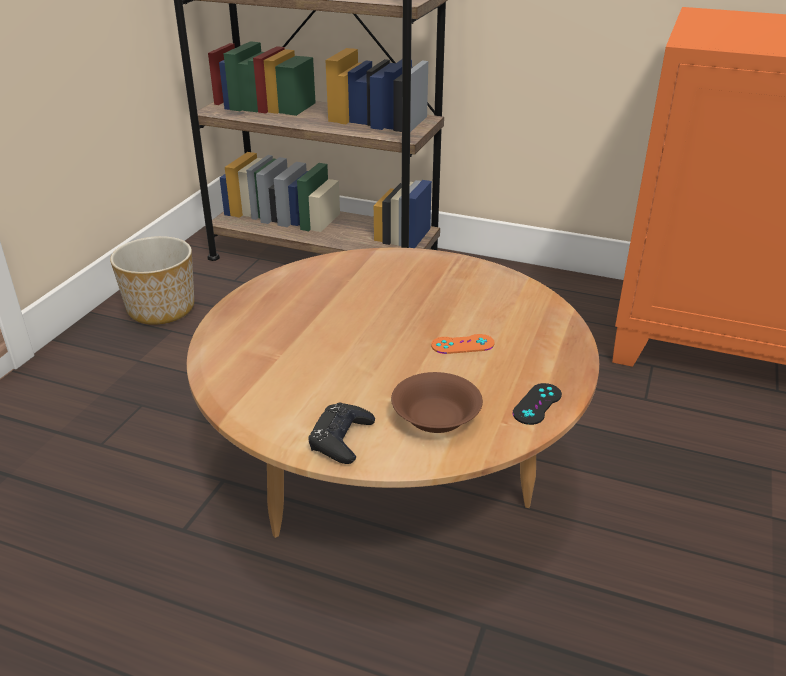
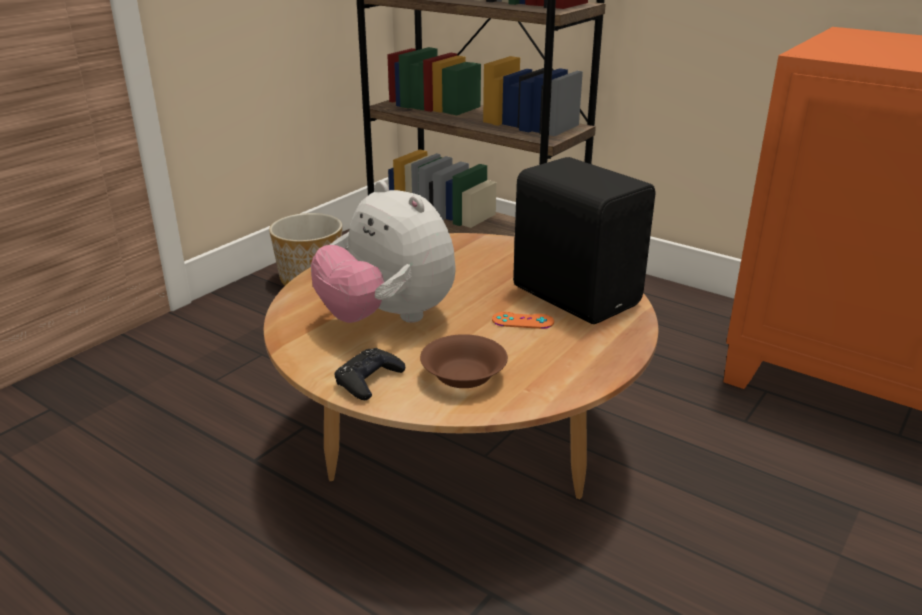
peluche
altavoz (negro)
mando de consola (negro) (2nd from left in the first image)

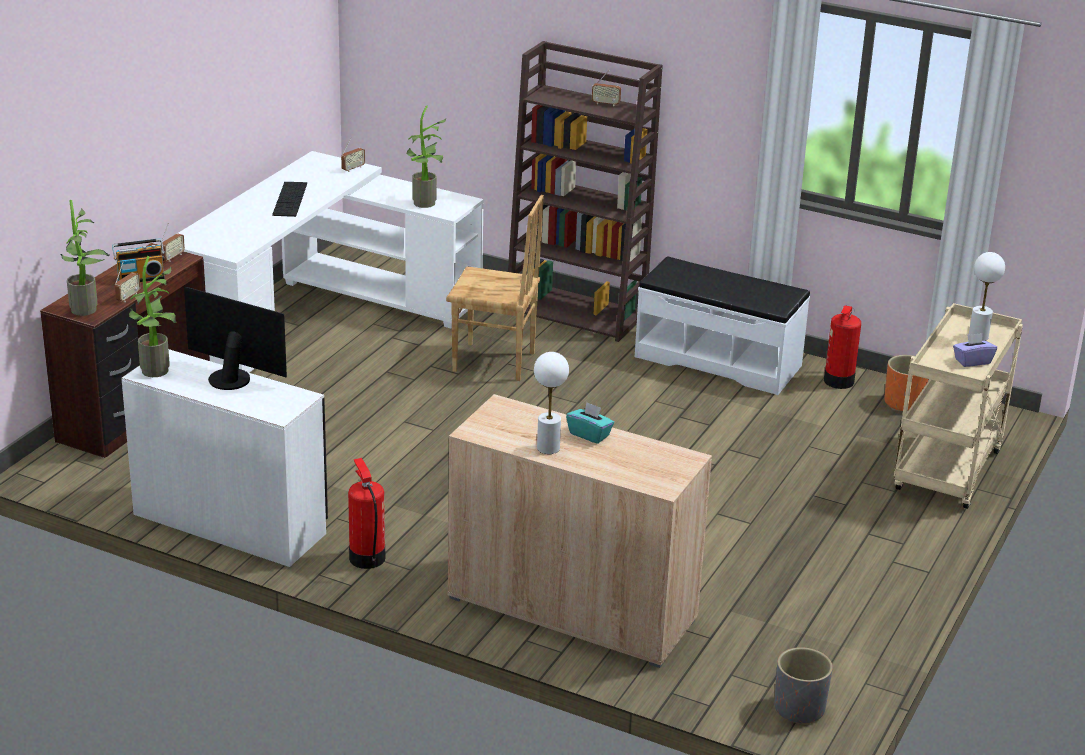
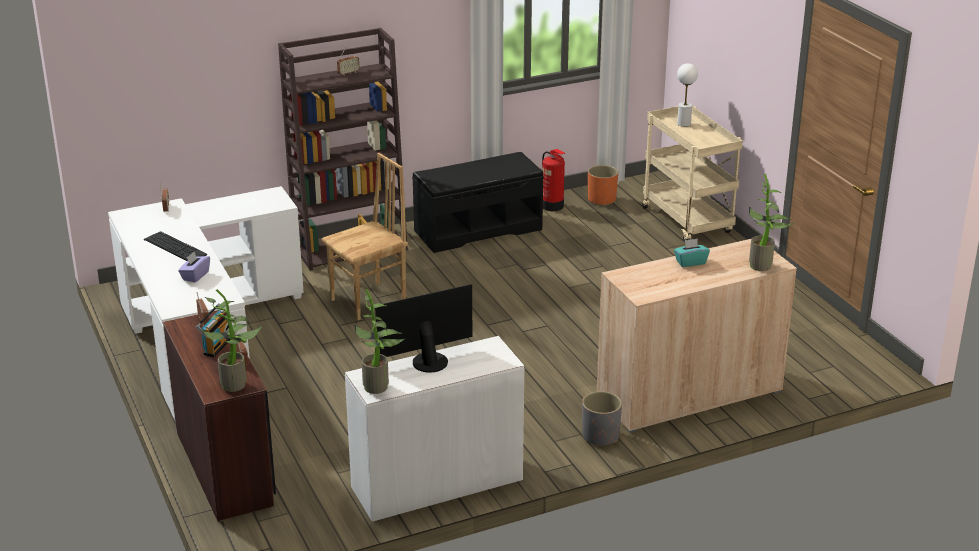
caja de pañuelos (morado)
banco (negro)
maceta (gris)
planta en maceta (3rd from left)
extintor (1st from left in the first image)
lámpara de mesa (blanco) (1st from left in the first image)

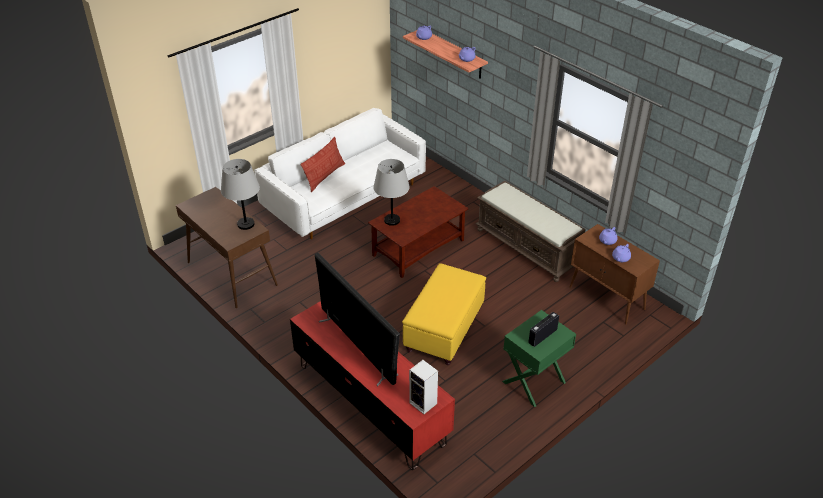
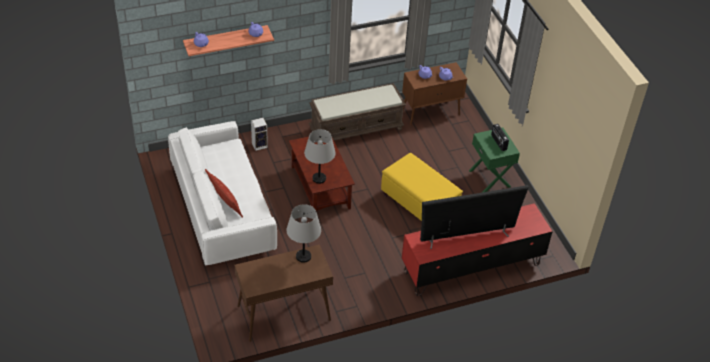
altavoz

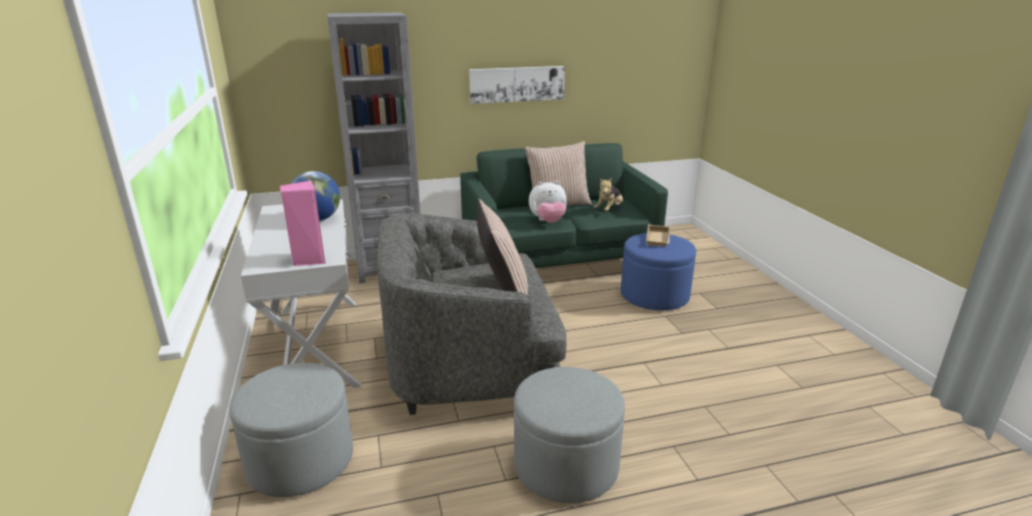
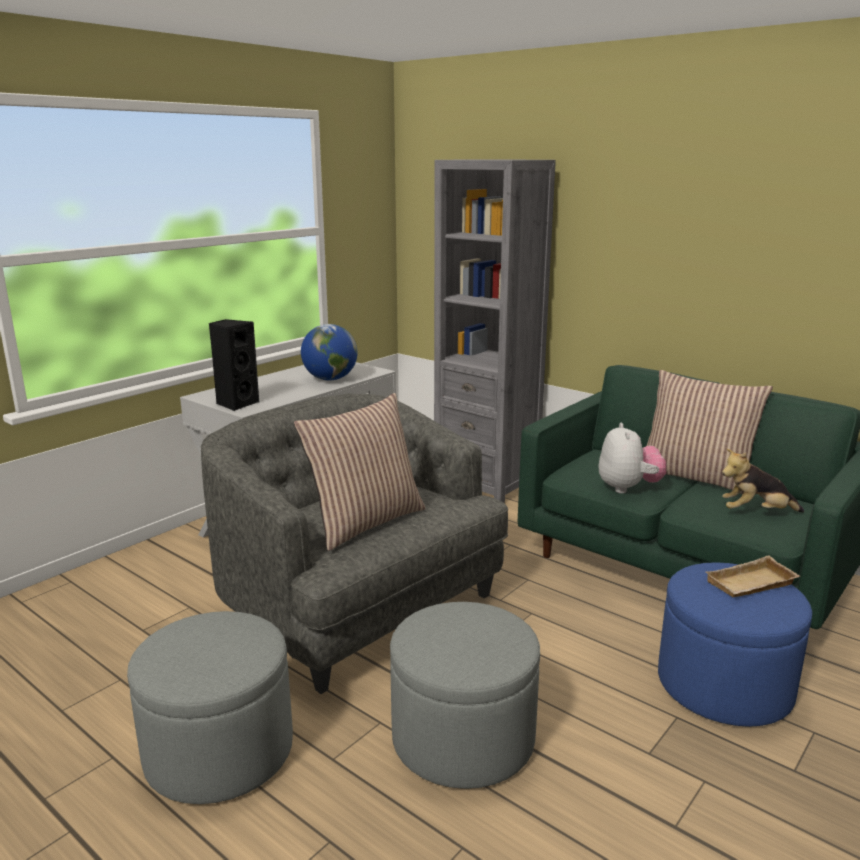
altavoz (negro)
puf (gris) (2nd from left)
peluche (1st from left)
cuadro

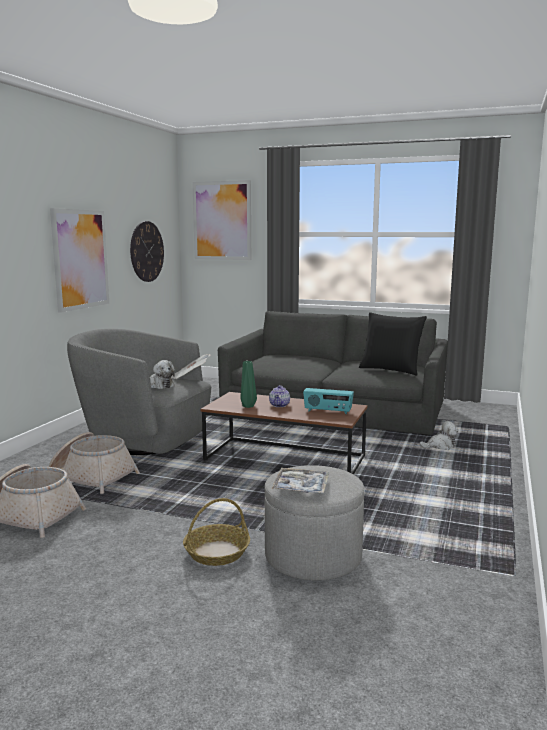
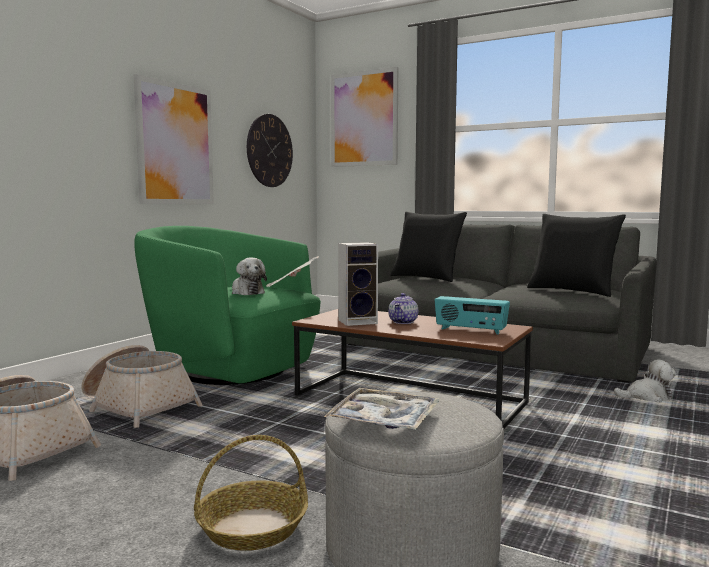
sillón (verde)
altavoz
cojín (negro) (1st from left)

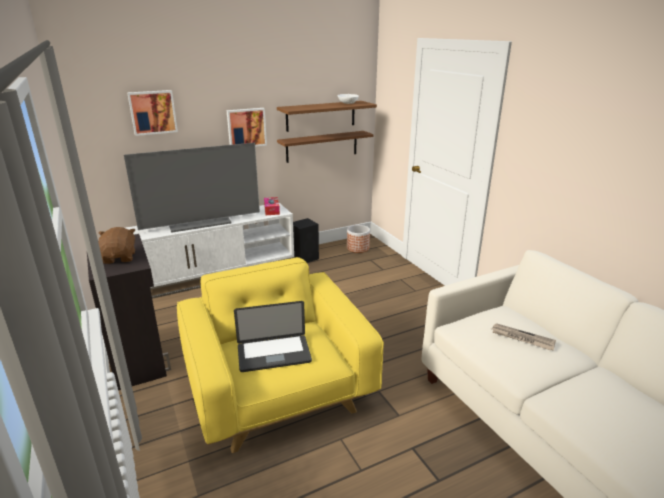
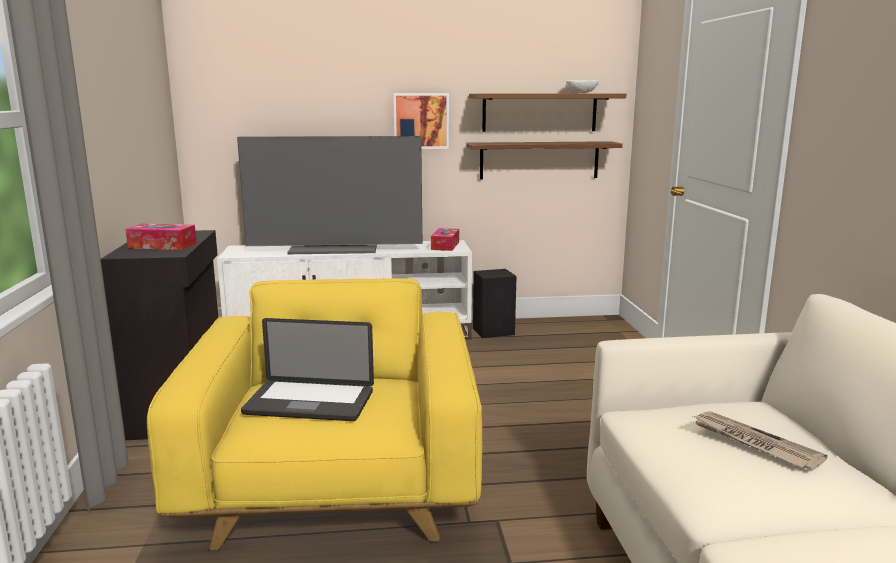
caja de pañuelos (1st from left)
cuadro (1st from left in the first image)
maceta

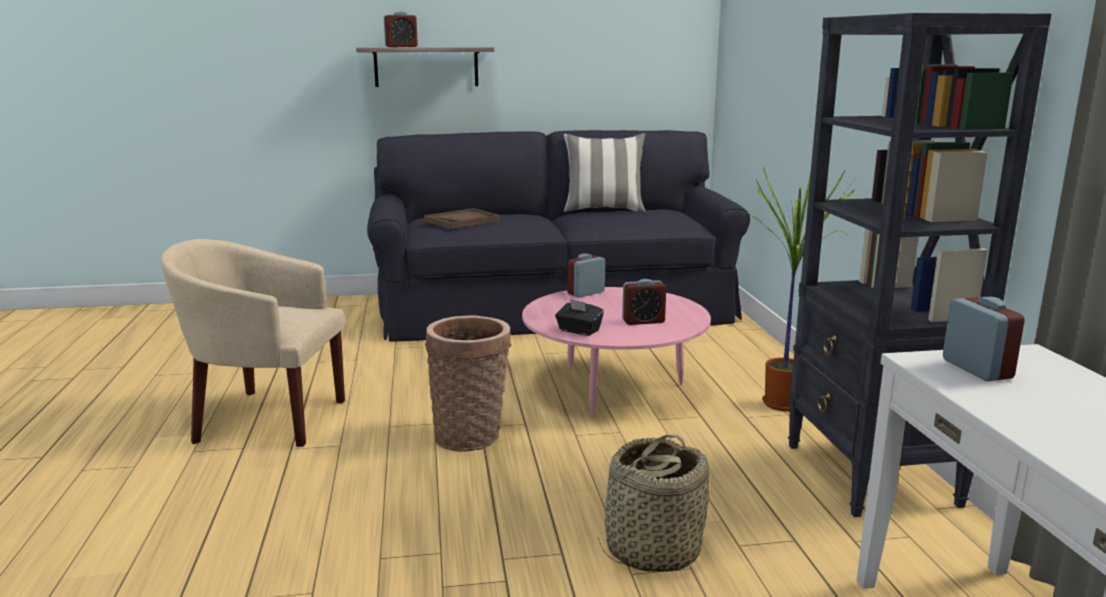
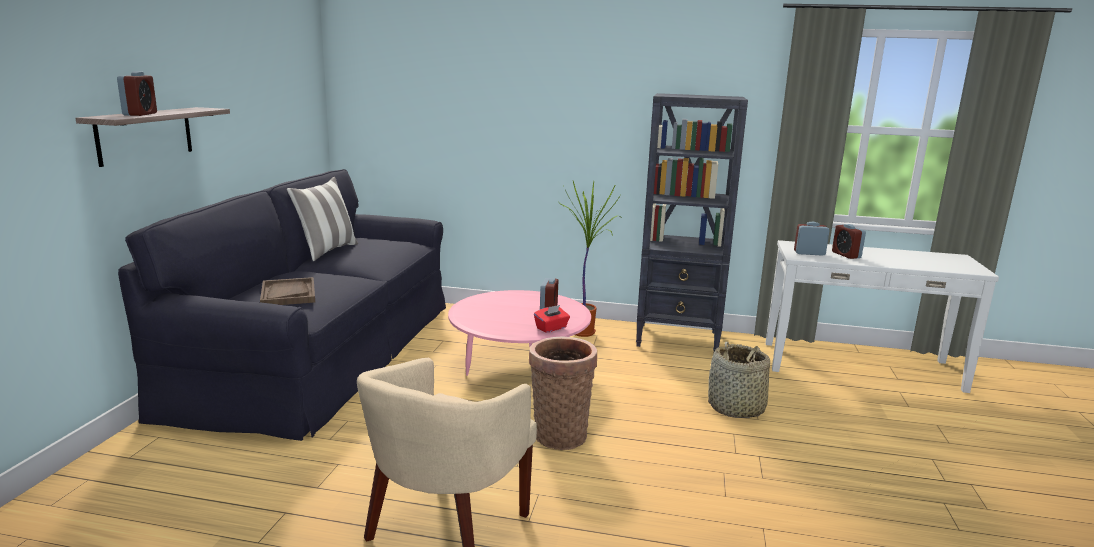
caja de pañuelos (rojo)
despertador (4th from left)

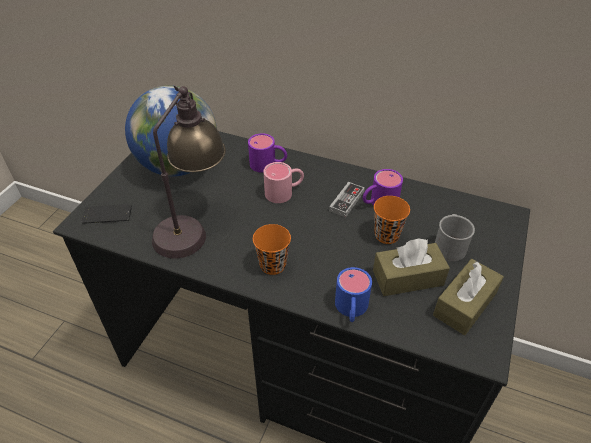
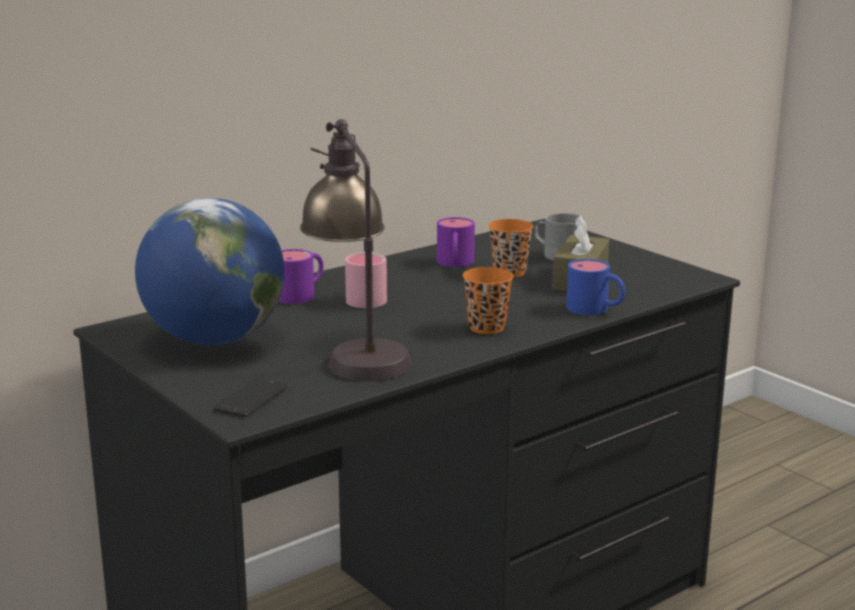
mando de consola
caja de pañuelos (marrón) (2nd from left in the first image)

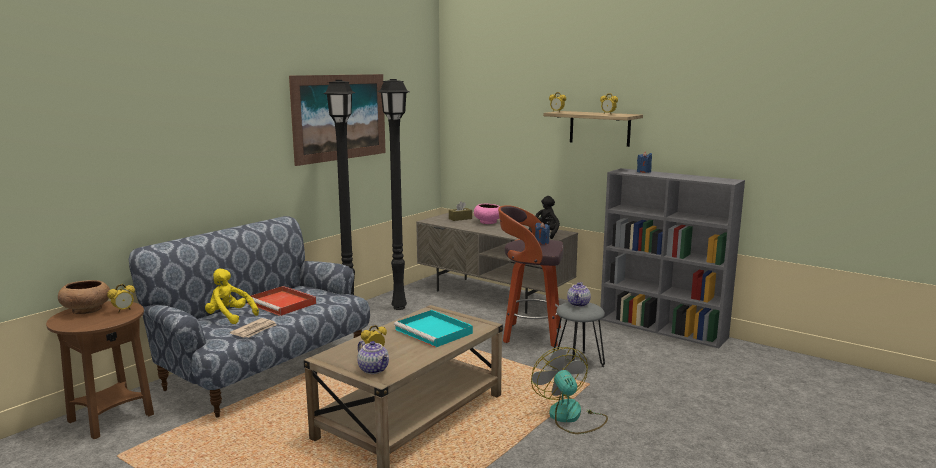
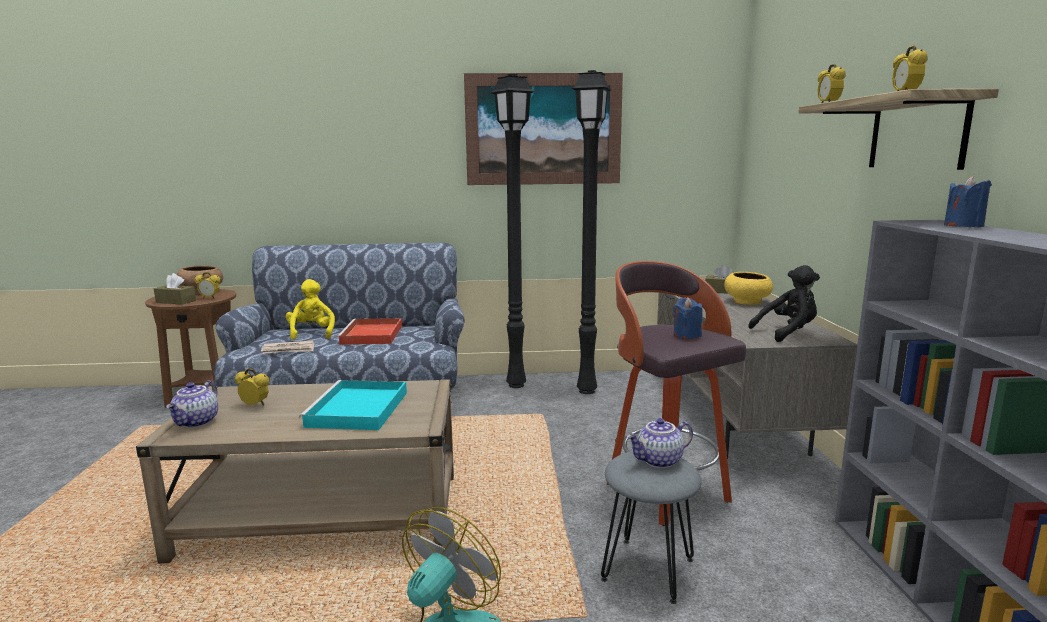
caja de pañuelos (marrón) (1st from left)
cuenco (amarillo)

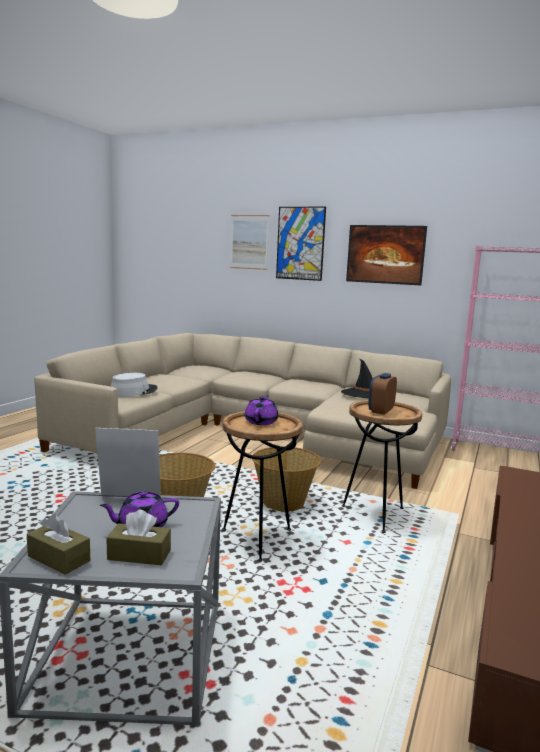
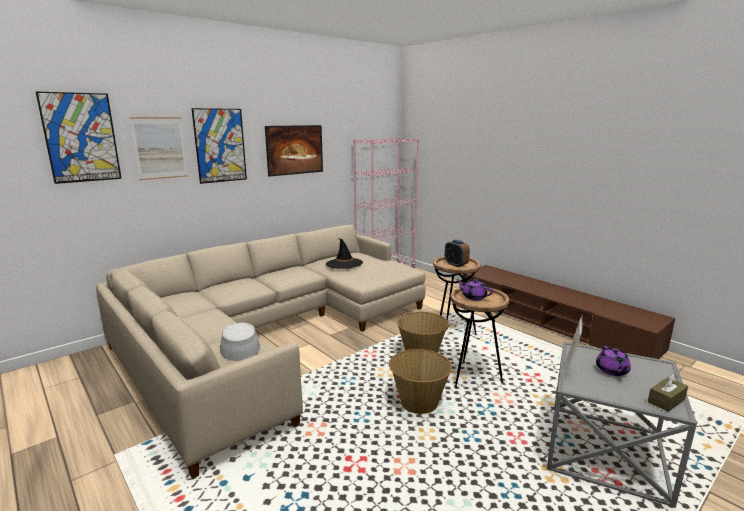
cuadro (1st from left)
caja de pañuelos (marrón) (2nd from left in the first image)

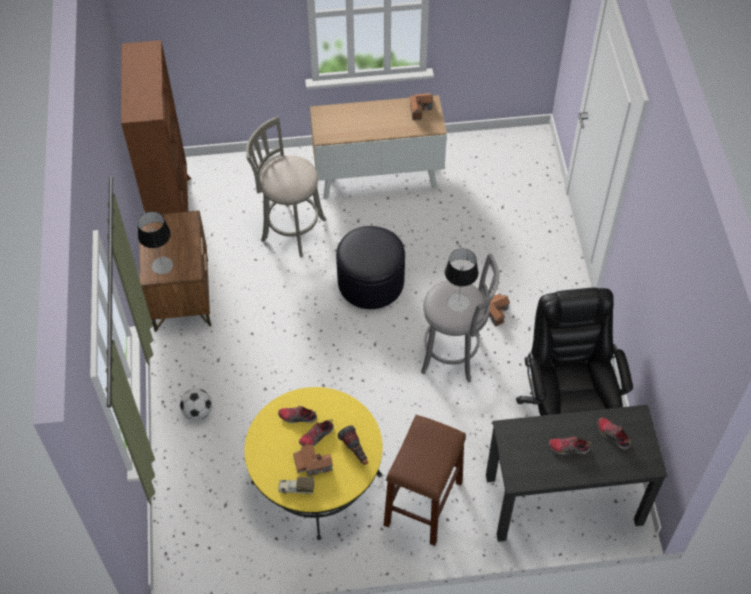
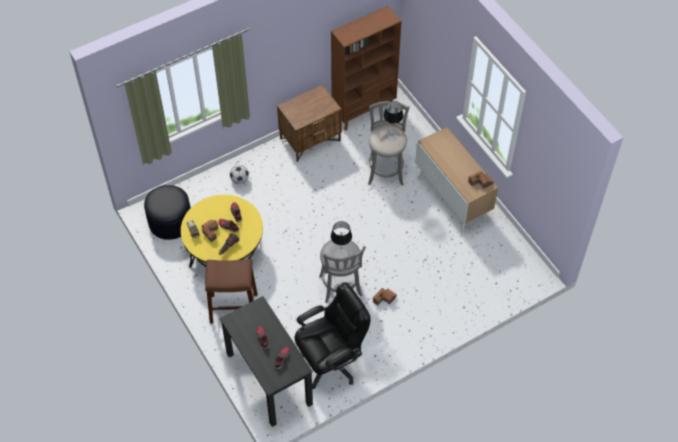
puf (negro)
lámpara de mesa (2nd from left)

